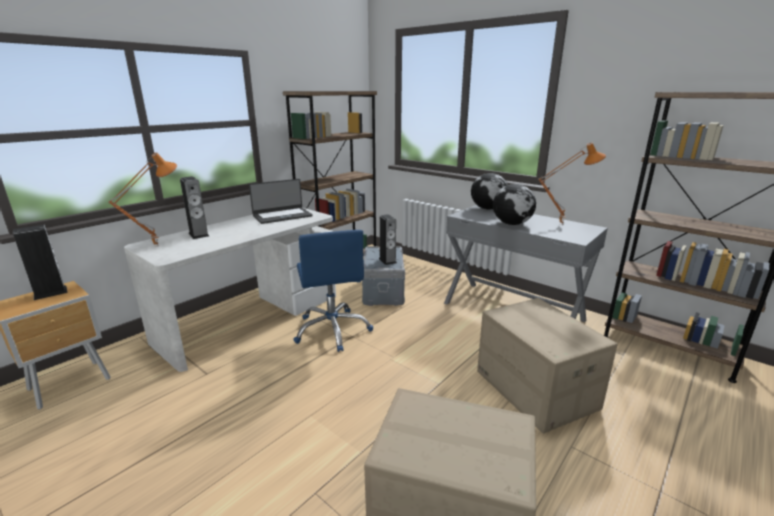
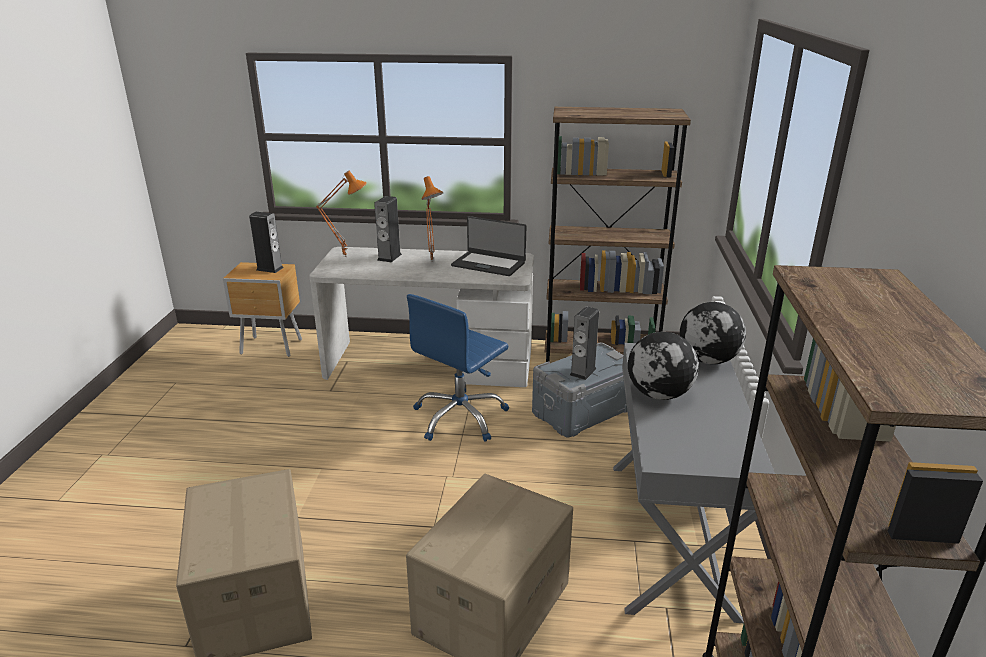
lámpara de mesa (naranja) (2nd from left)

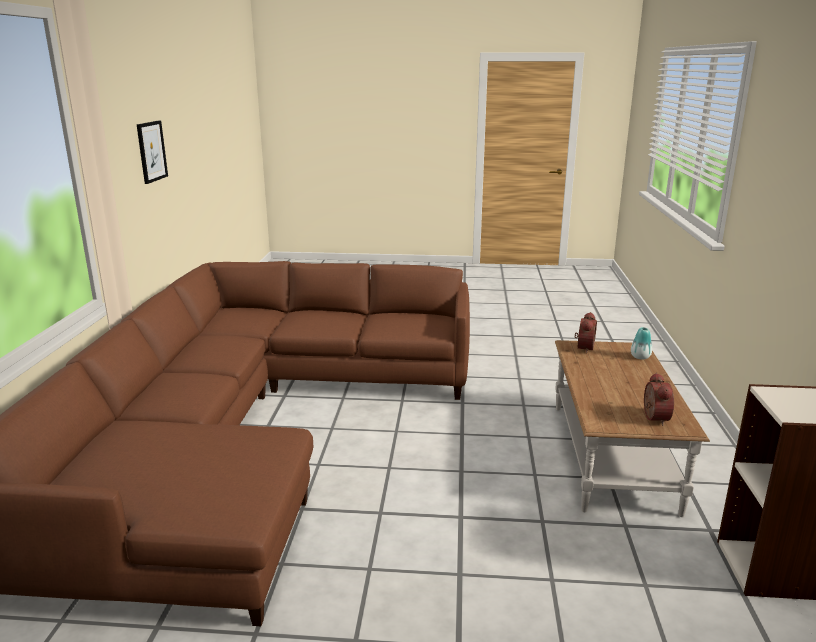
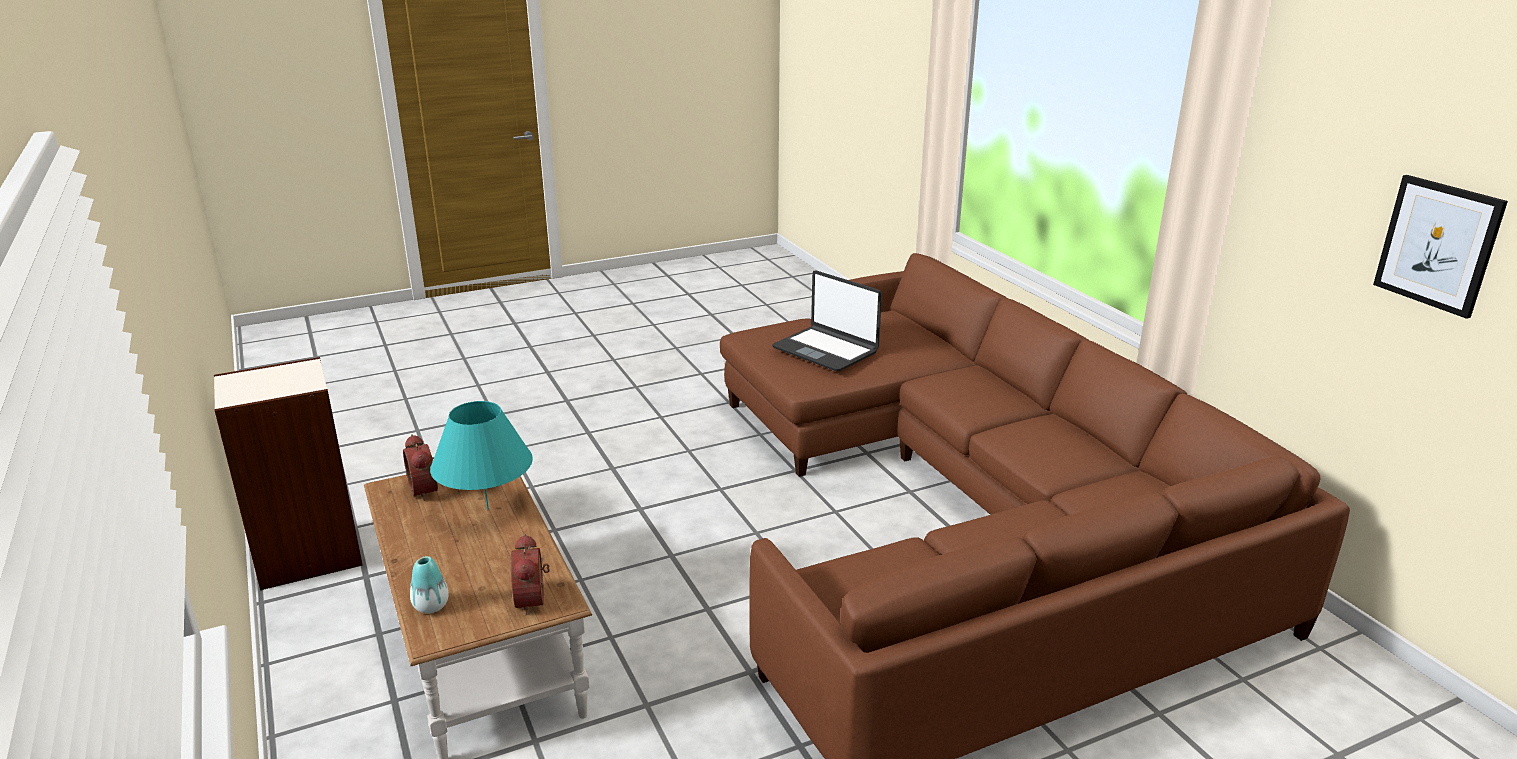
lámpara de mesa (turquesa)
portátil

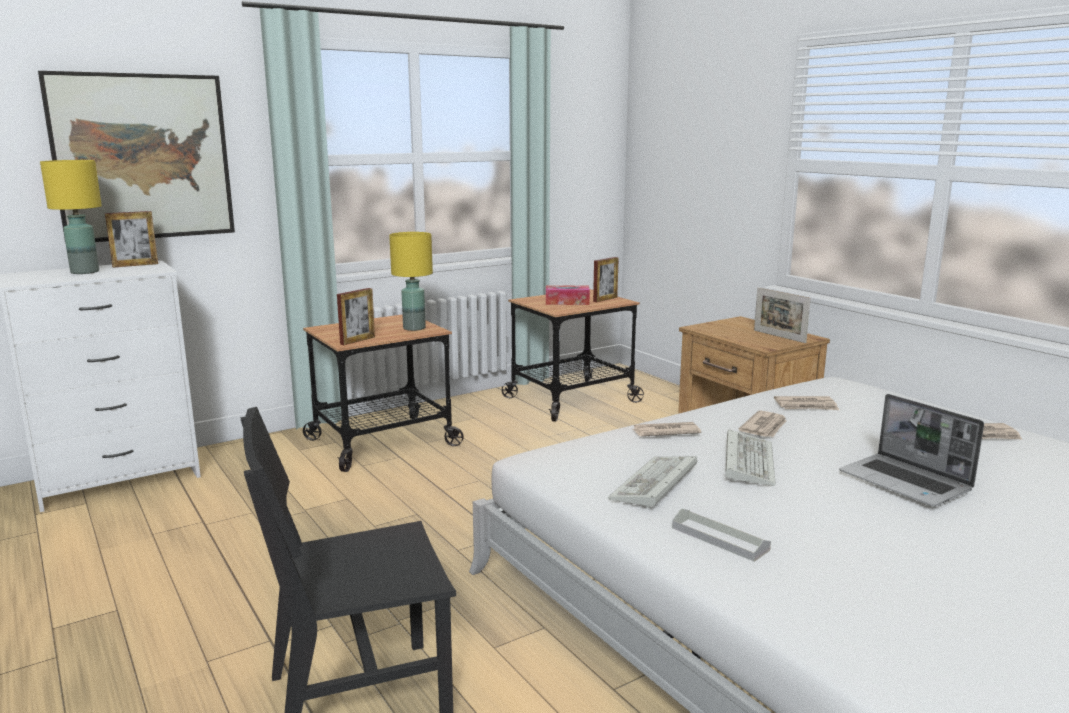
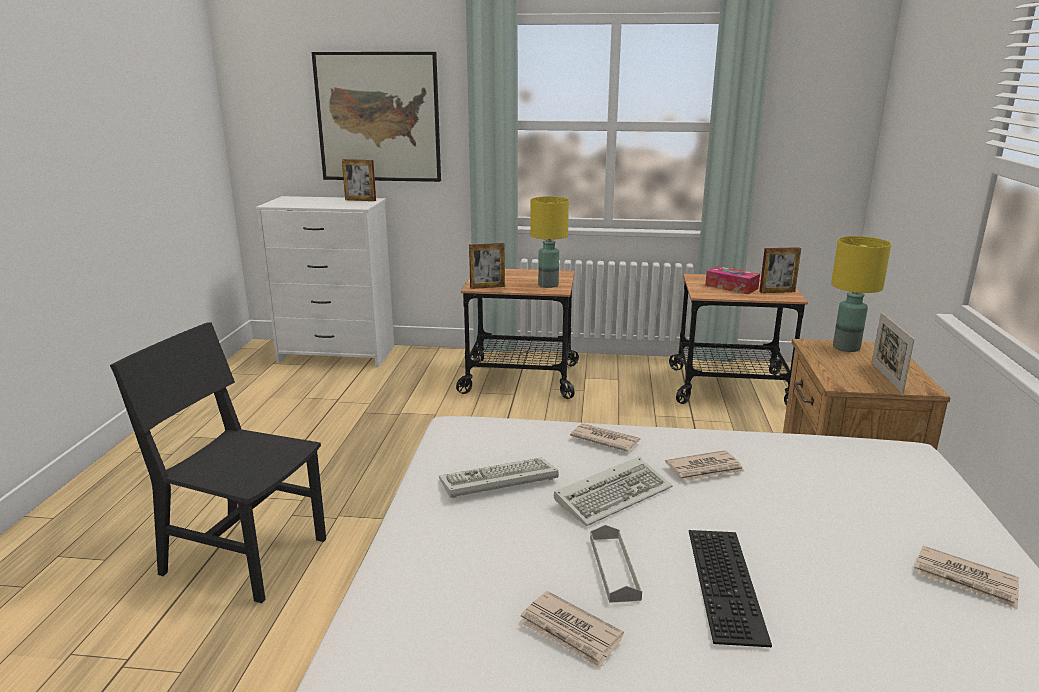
periódico (1st from left)
bandeja (gris)
teclado (3rd from left)
lámpara de mesa (amarillo) (2nd from left)

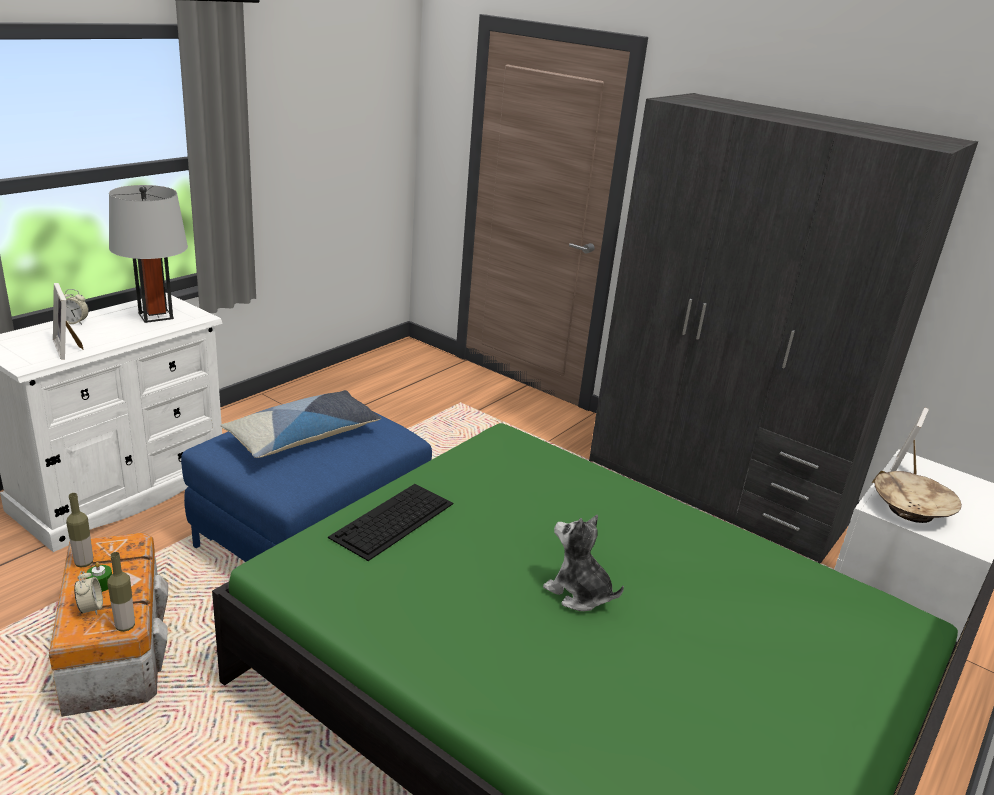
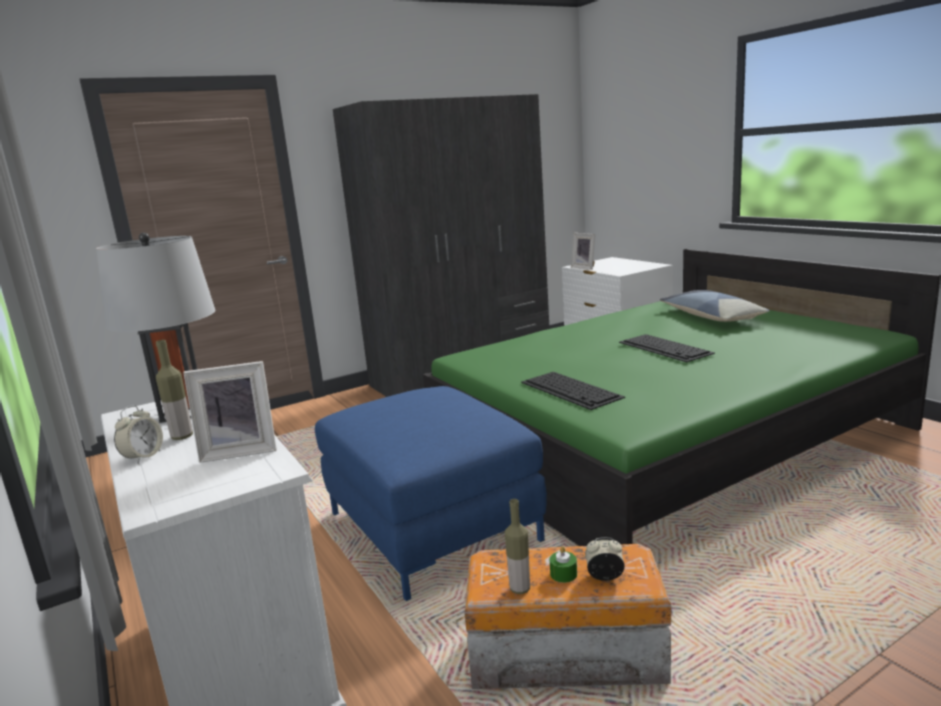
botella (1st from left)
teclado (2nd from left)
cojín
cuenco (beis)

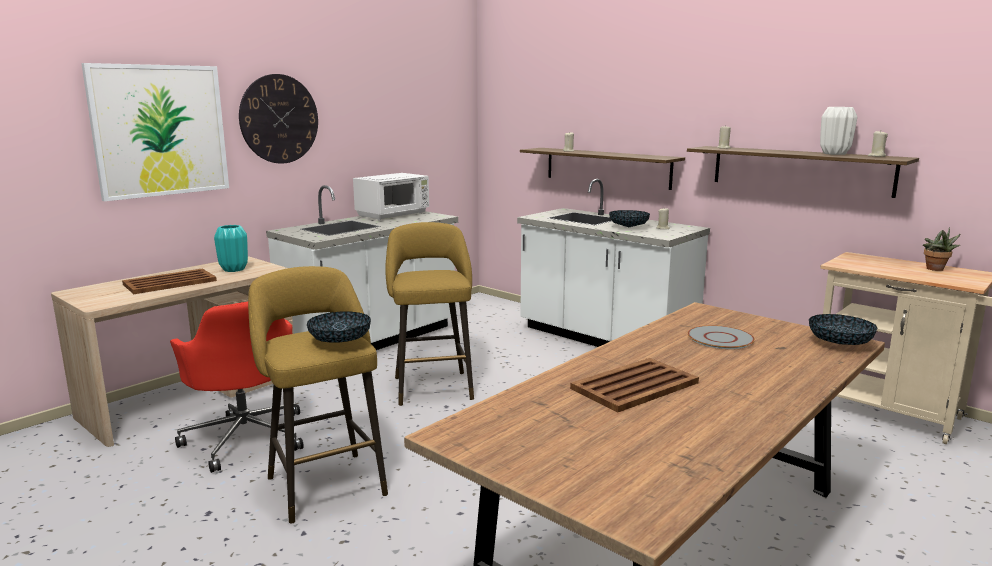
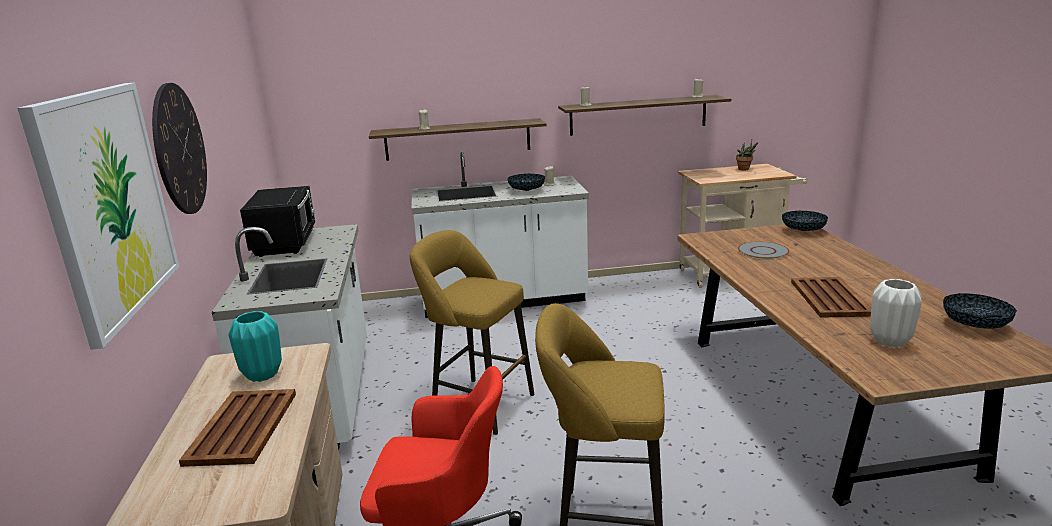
microondas (negro)
florero (blanco)
cuenco (3rd from left)

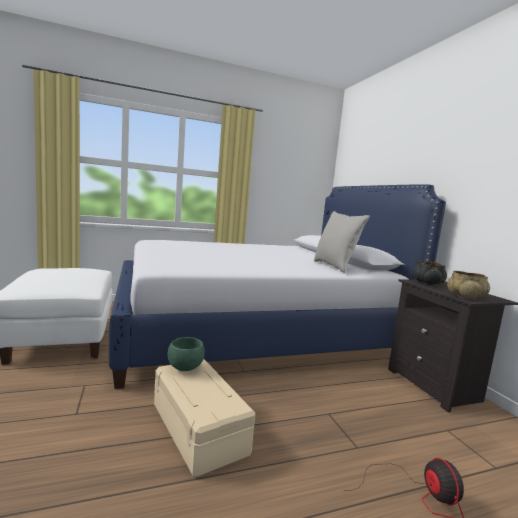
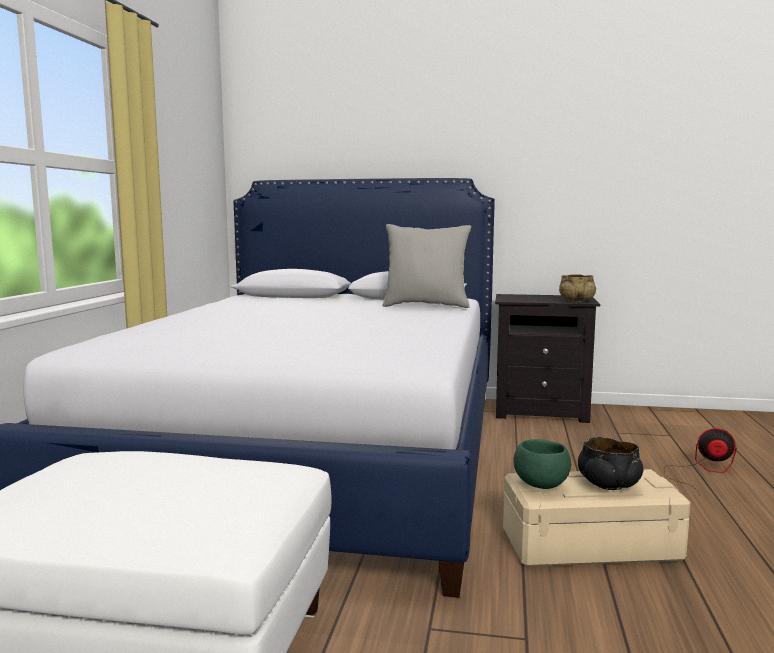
cuenco (negro)

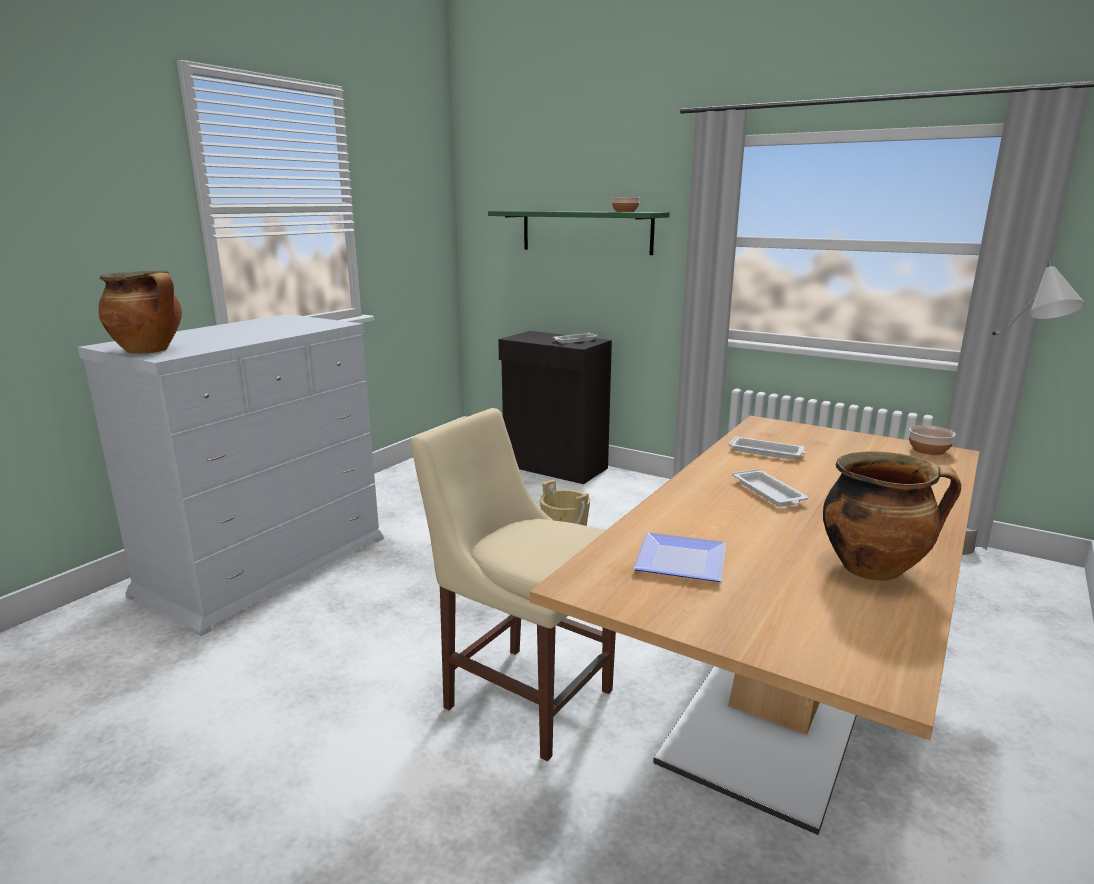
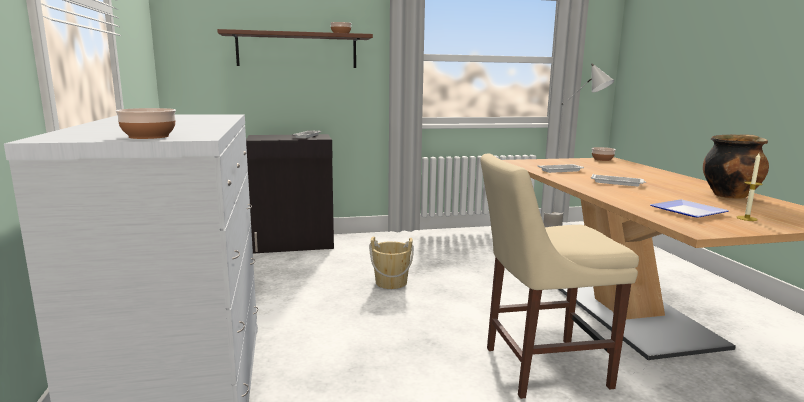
cuenco (1st from left)
estante (marrón)
vela

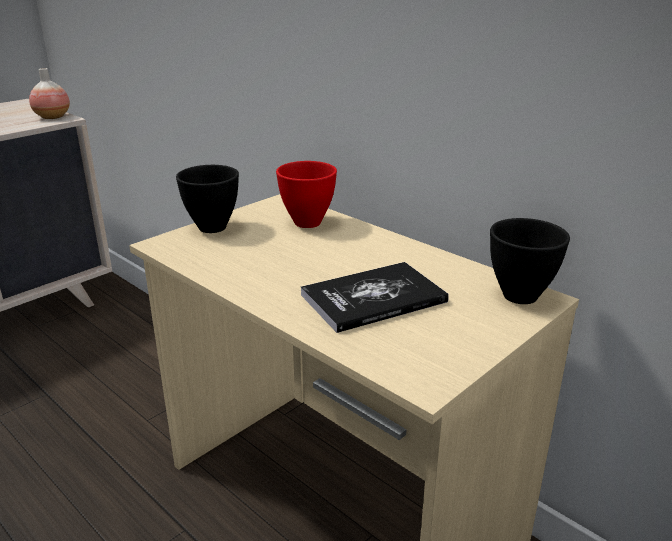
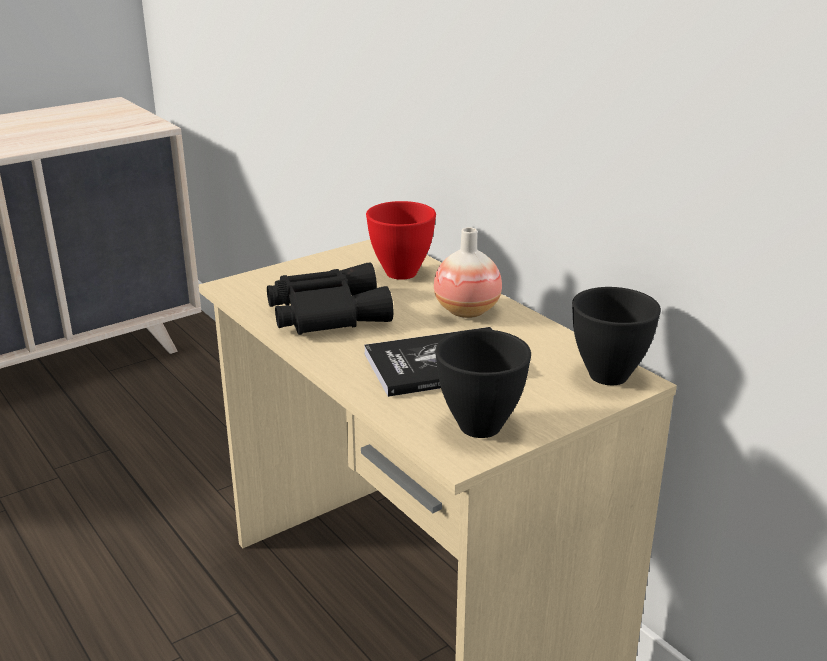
prismáticos (negro)
florero
cuenco (negro) (1st from left)

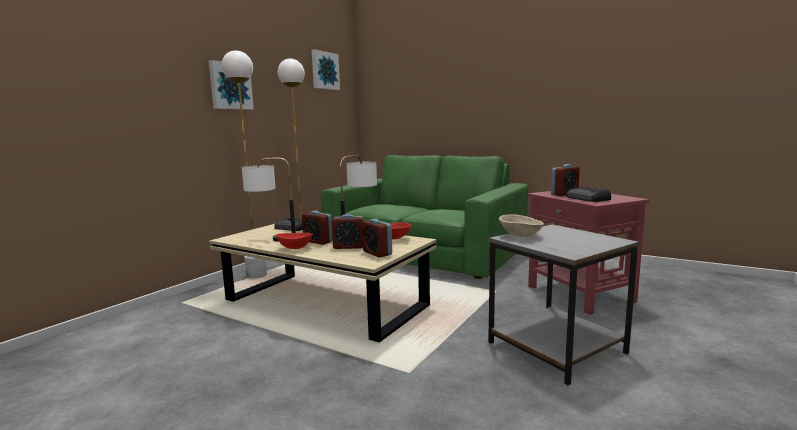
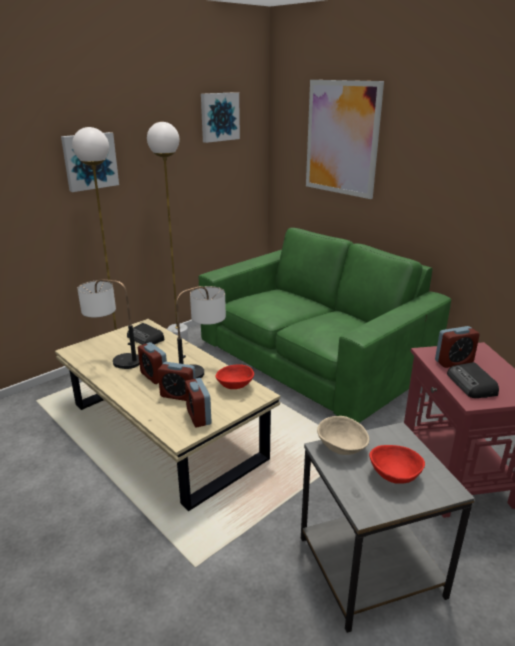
cuadro (3rd from left)
cuenco (rojo) (2nd from left)

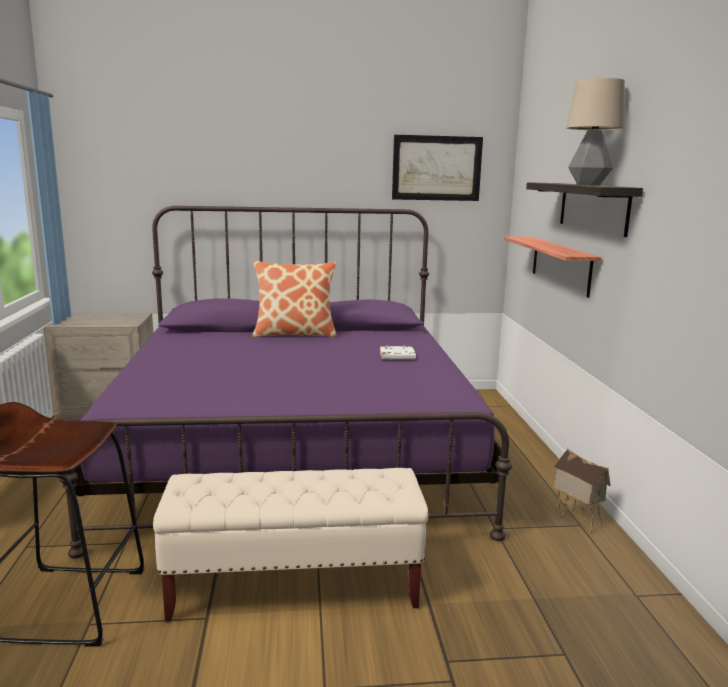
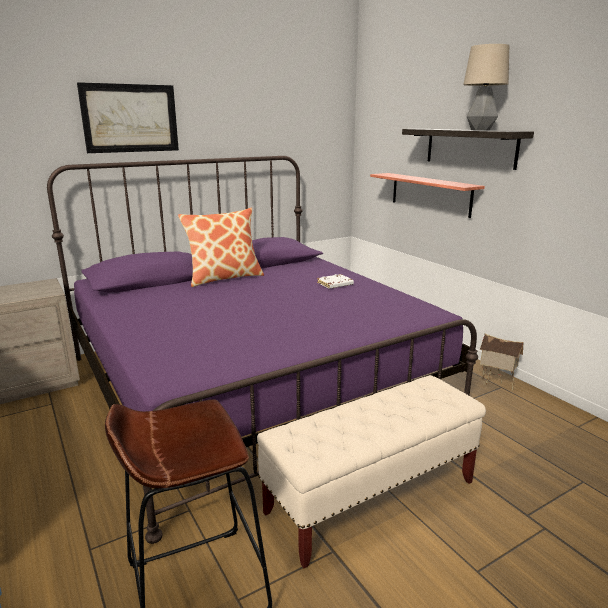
cuadro

